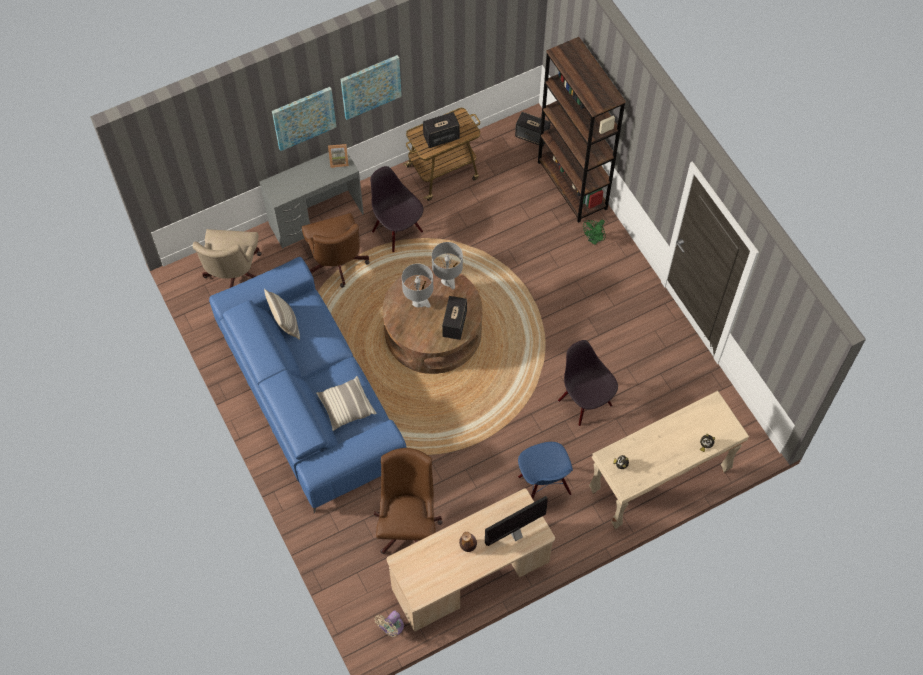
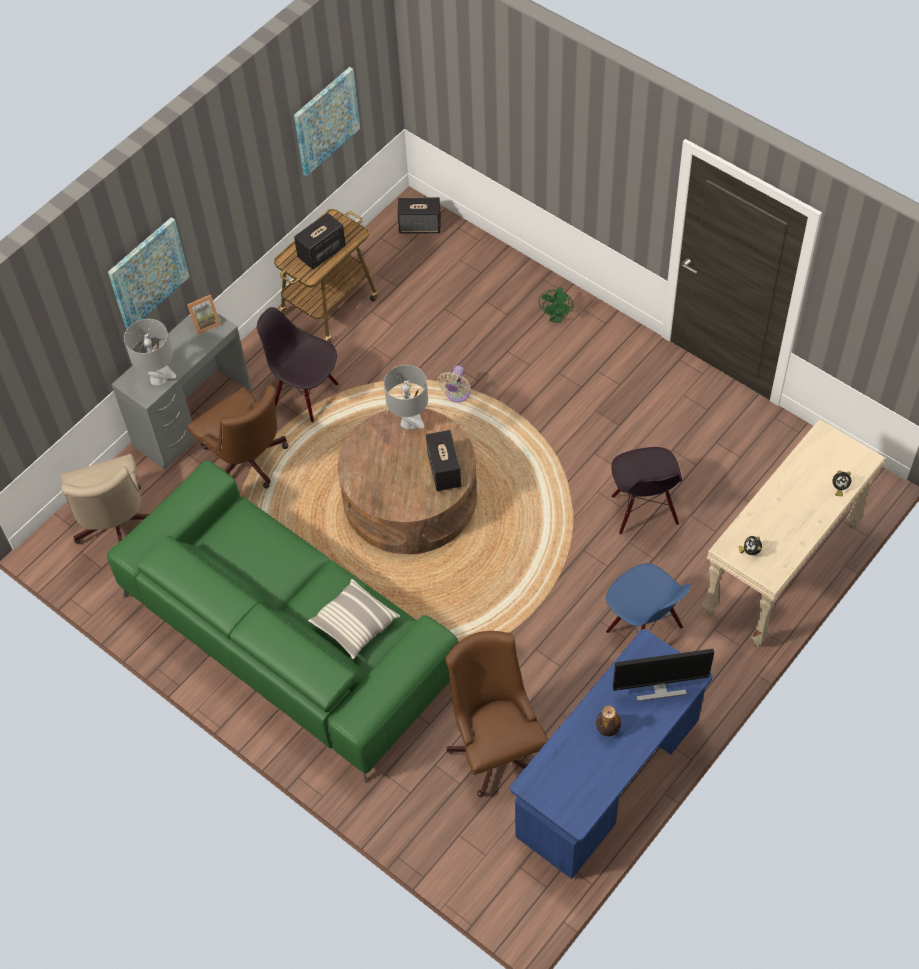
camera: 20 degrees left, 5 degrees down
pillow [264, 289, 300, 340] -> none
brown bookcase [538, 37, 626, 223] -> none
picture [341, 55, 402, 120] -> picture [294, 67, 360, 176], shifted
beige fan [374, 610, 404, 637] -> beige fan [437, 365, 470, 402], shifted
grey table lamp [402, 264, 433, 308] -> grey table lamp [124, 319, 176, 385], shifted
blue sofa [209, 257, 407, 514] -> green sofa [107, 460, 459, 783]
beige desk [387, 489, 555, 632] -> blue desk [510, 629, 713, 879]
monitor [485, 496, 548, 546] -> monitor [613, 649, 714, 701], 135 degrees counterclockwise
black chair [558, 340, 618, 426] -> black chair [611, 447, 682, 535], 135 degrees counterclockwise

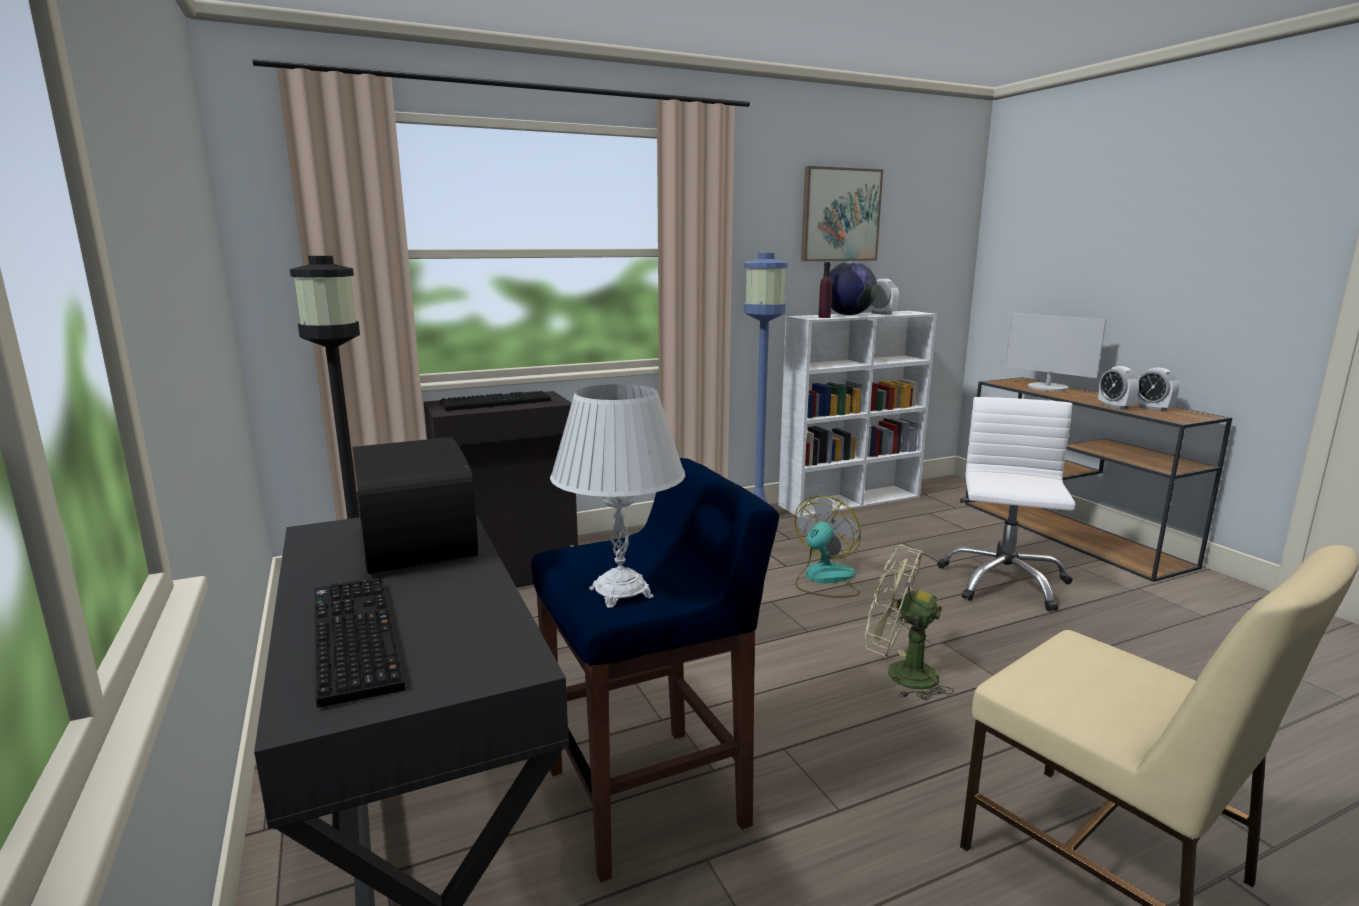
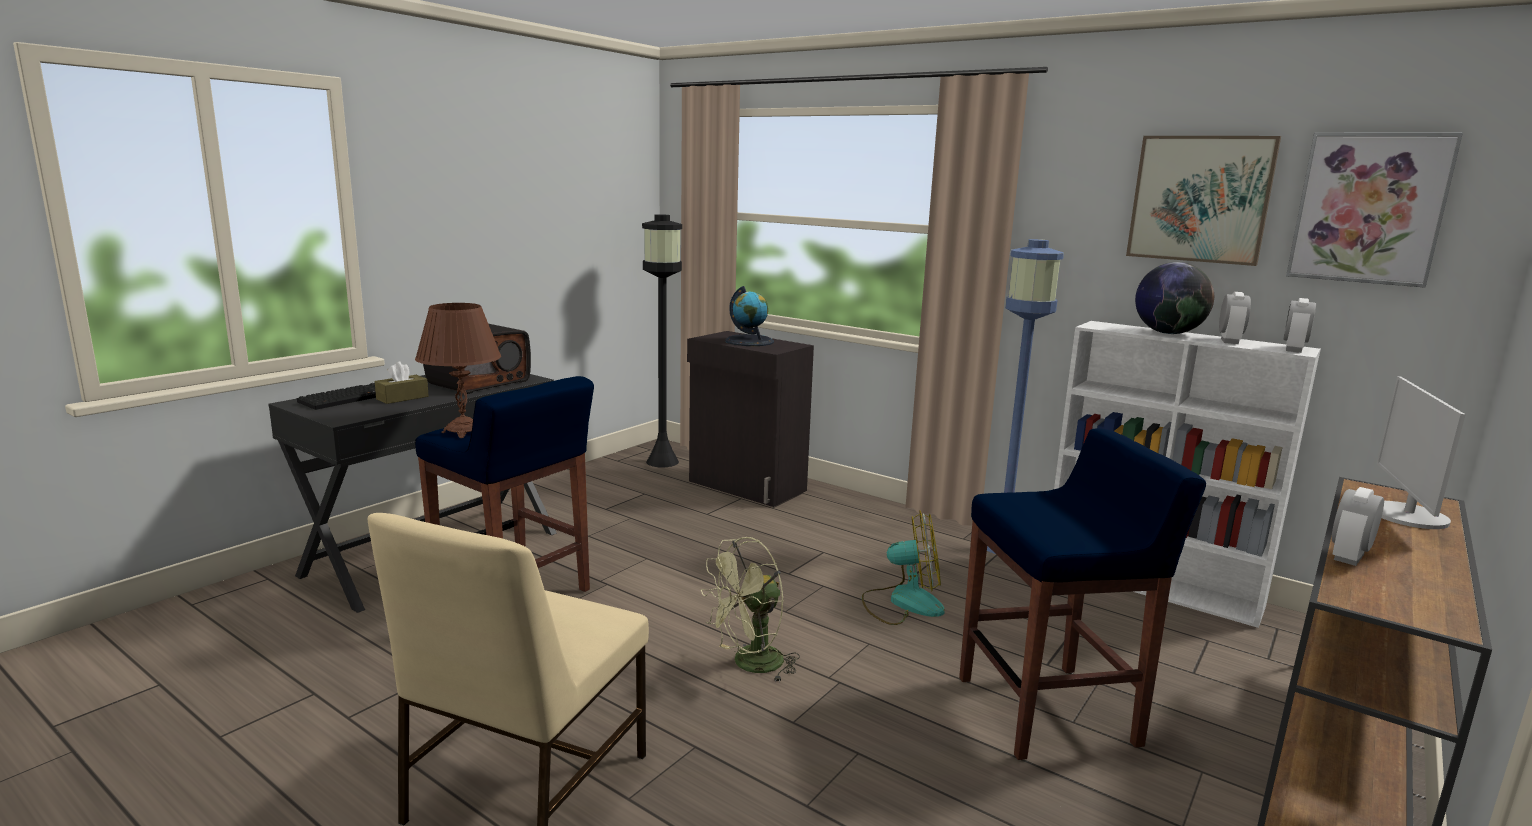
camera: 60 degrees right, 0 degrees up
purple bottle [818, 262, 832, 318] -> none
none -> brown tissue box [375, 361, 429, 404]
none -> picture [1286, 133, 1463, 288]
alarm clock [1136, 367, 1179, 412] -> alarm clock [1283, 298, 1316, 353], shifted
keyboard [440, 391, 551, 411] -> globe [725, 286, 774, 346]
white office chair [937, 397, 1076, 612] -> blue stool [959, 428, 1206, 760]
white table lamp [550, 384, 685, 608] -> brown table lamp [415, 303, 501, 438]
green fan [864, 545, 954, 700] -> green fan [701, 537, 800, 683], 120 degrees counterclockwise

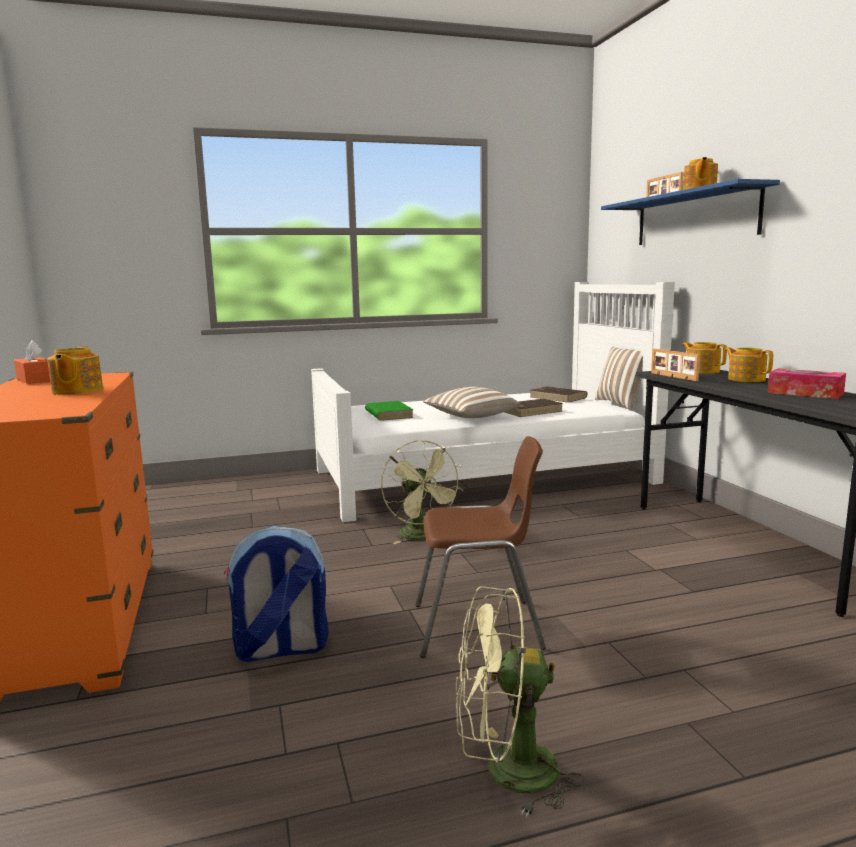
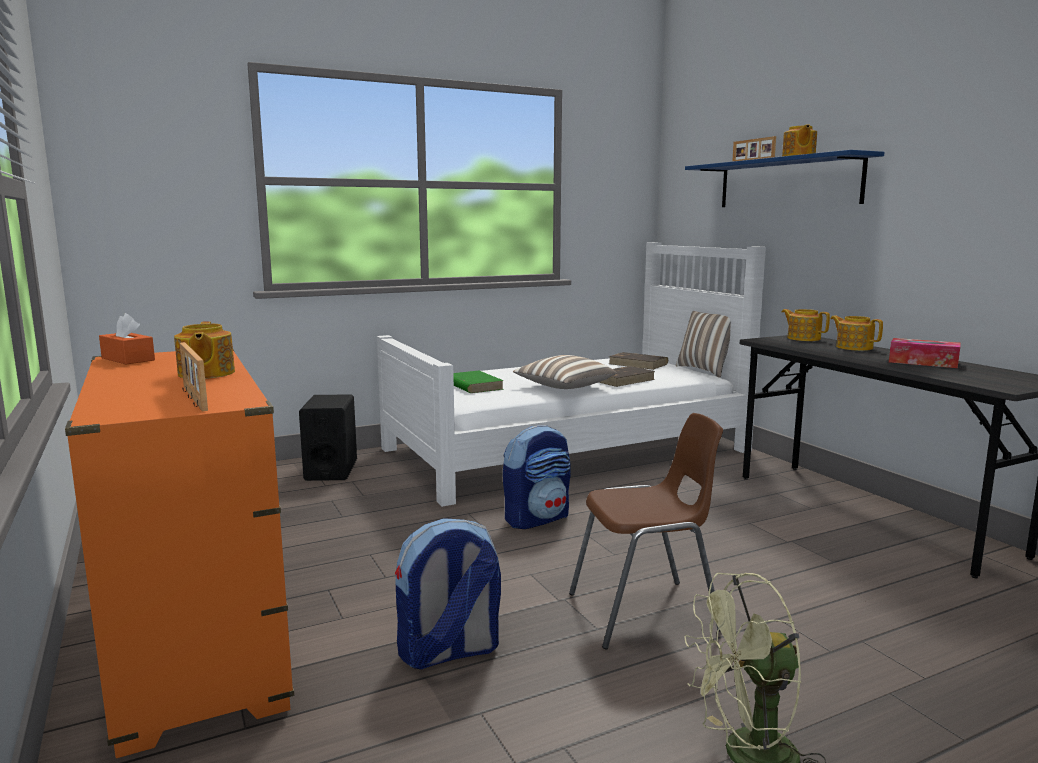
camera: 10 degrees left, 0 degrees up
none -> black speaker [299, 395, 357, 481]
picture frame [651, 348, 700, 381] -> picture frame [179, 342, 208, 411], shifted
green fan [381, 440, 463, 544] -> backpack [503, 425, 571, 529]

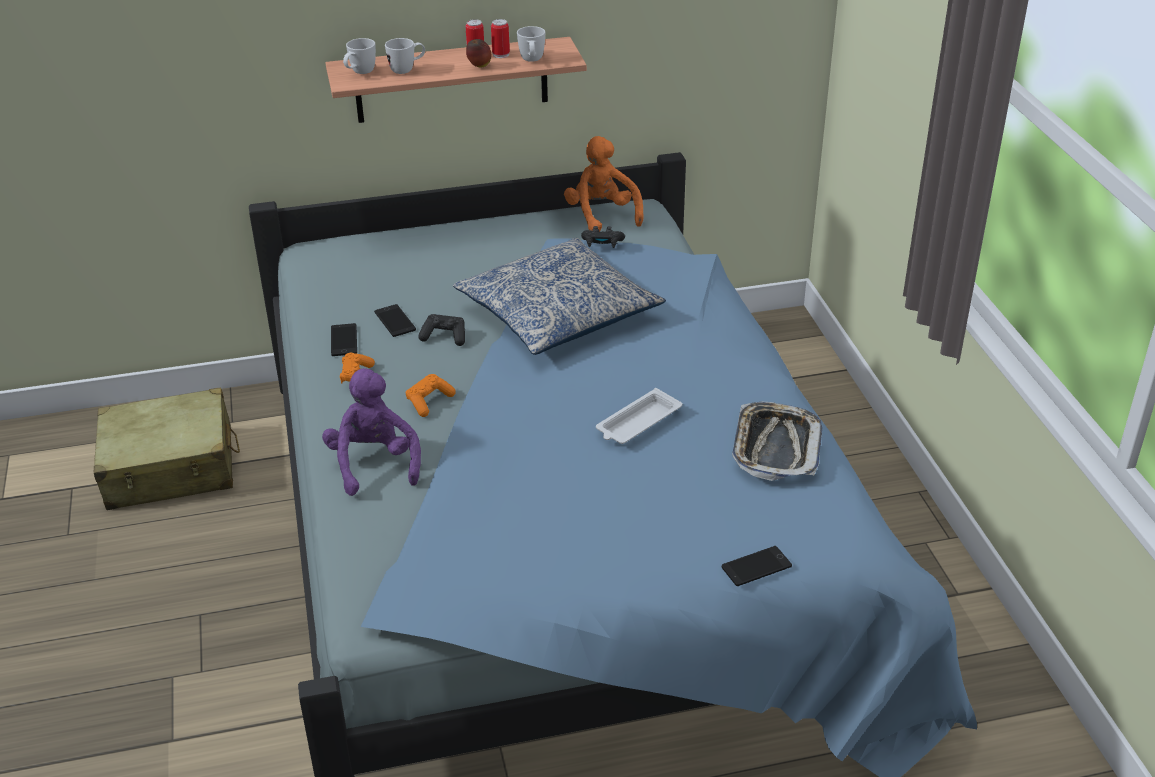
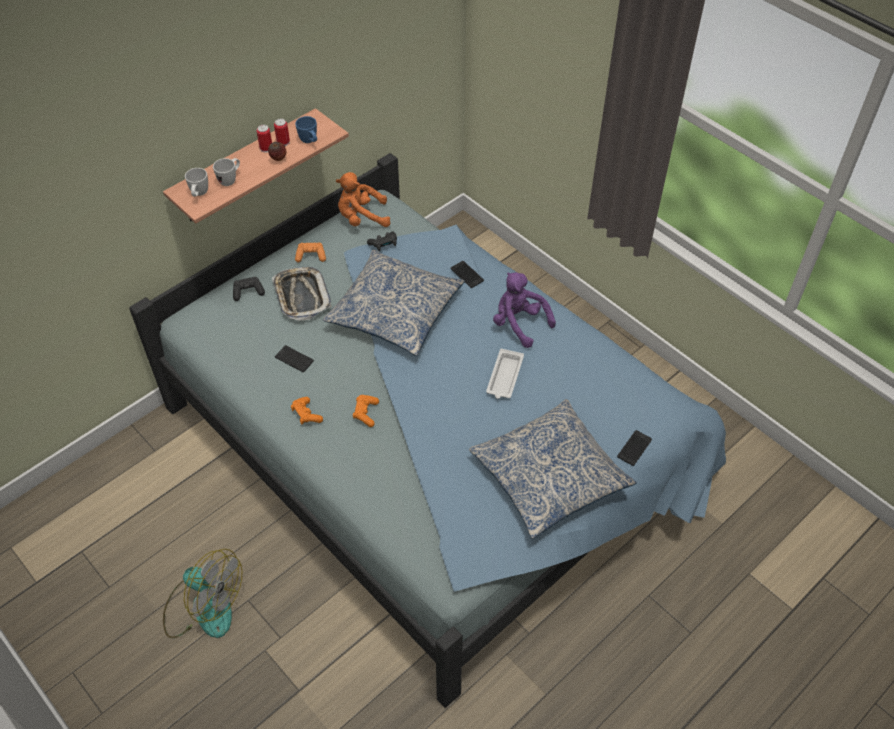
camera: 30 degrees left, 15 degrees up
beige suitcase [94, 388, 240, 510] -> none
none -> fan [163, 549, 242, 638]
none -> orange game controller [295, 242, 326, 262]
none -> pillow [469, 399, 637, 539]
purple plush toy [322, 368, 421, 496] -> purple plush toy [493, 272, 556, 348], shifted
phone [331, 323, 357, 356] -> phone [451, 261, 484, 288], shifted
black game controller [418, 314, 465, 346] -> black game controller [233, 277, 265, 301], shifted
tray [732, 402, 822, 481] -> tray [272, 267, 331, 321], shifted
white mug [517, 26, 545, 62] -> blue mug [295, 116, 317, 143]
orange plush toy [564, 136, 644, 232] -> orange plush toy [336, 172, 390, 227], 45 degrees counterclockwise

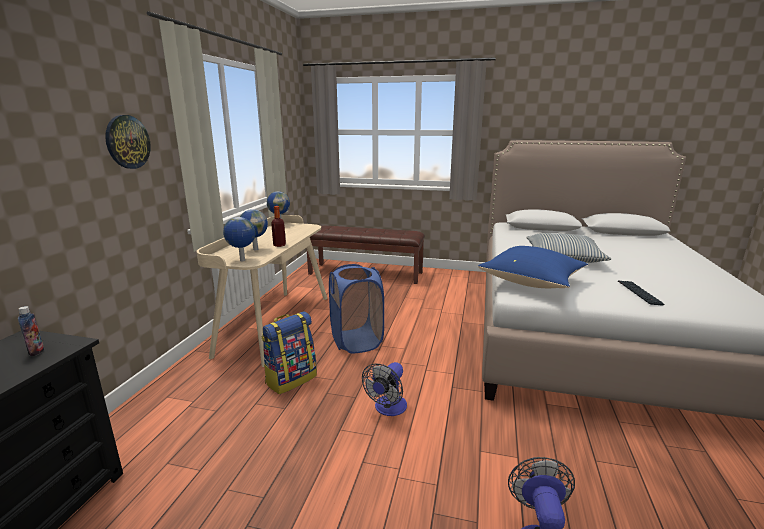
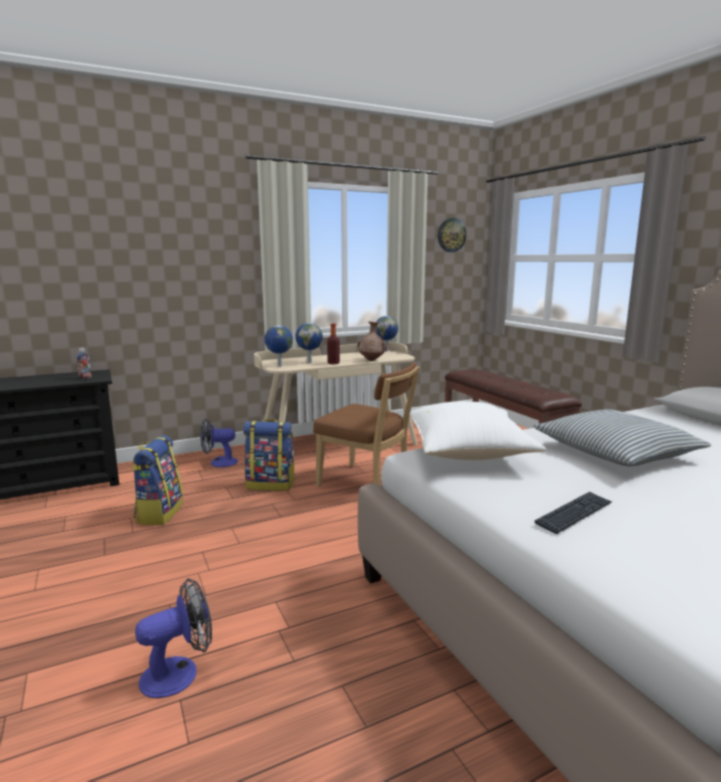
camera: 50 degrees right, 5 degrees down
none -> backpack [131, 435, 183, 525]
none -> brown vase [357, 322, 387, 361]
wall clock [105, 115, 151, 169] -> wall clock [438, 218, 466, 252], shifted
fan [362, 362, 407, 416] -> fan [200, 418, 238, 467], shifted
blue laundry basket [329, 264, 384, 353] -> brown chair [313, 362, 420, 487]
blue pillow [478, 246, 588, 288] -> white pillow [409, 401, 546, 460]

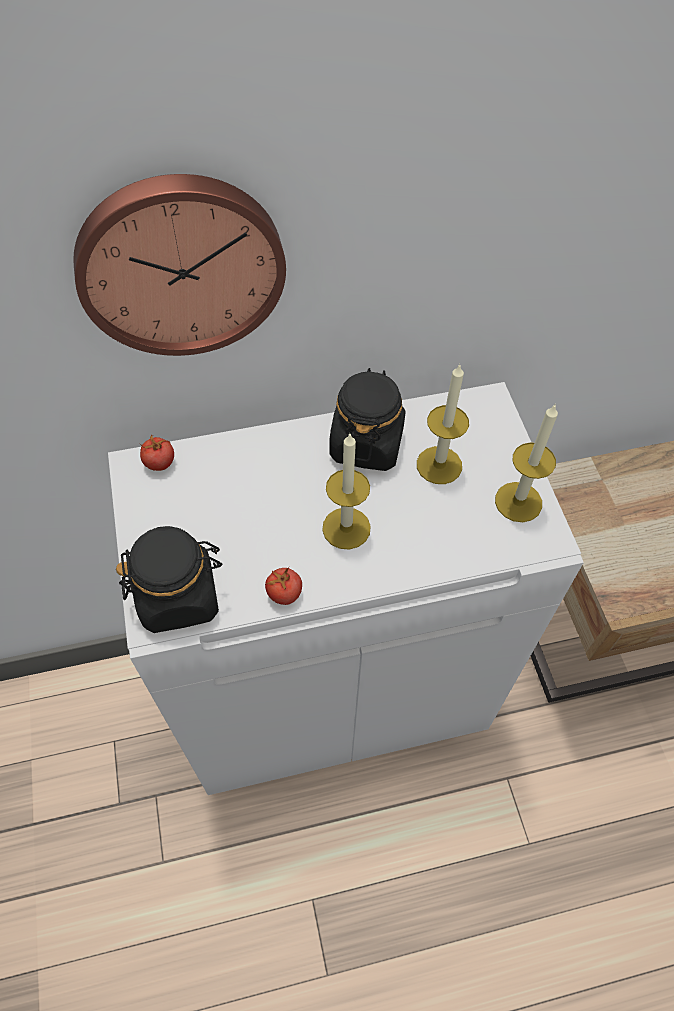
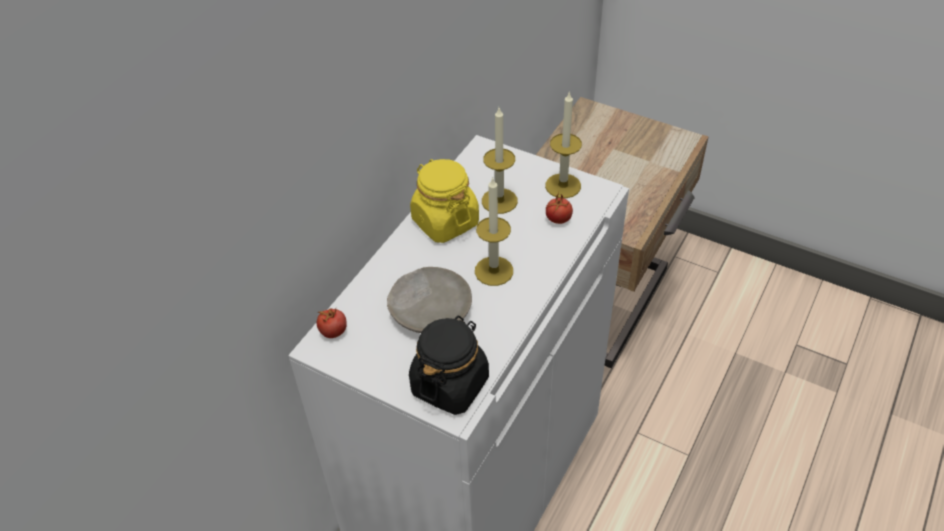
camera: 45 degrees left, 10 degrees down
wall clock [73, 174, 286, 356] -> none
none -> beige plate [387, 267, 472, 333]
tomato [265, 567, 302, 605] -> tomato [546, 192, 573, 224], shifted
black jar [329, 368, 405, 471] -> yellow jar [410, 159, 479, 243]

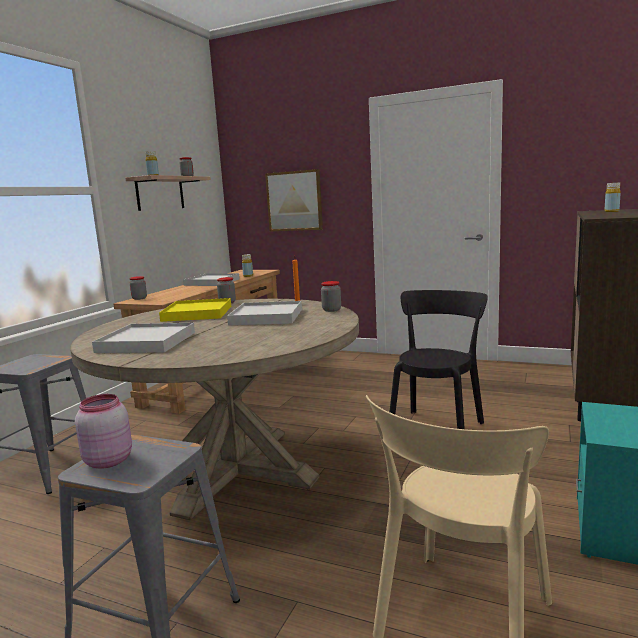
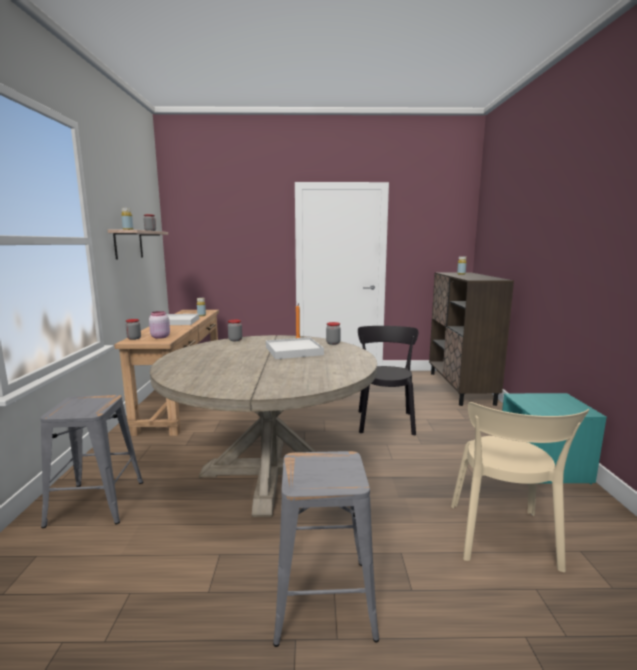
camera: 25 degrees left, 0 degrees up
white tray [92, 323, 195, 353] -> none
yellow tray [159, 298, 231, 322] -> none
picture [265, 169, 323, 232] -> none
pink jar [75, 394, 132, 469] -> pink jar [149, 311, 170, 339], shifted

